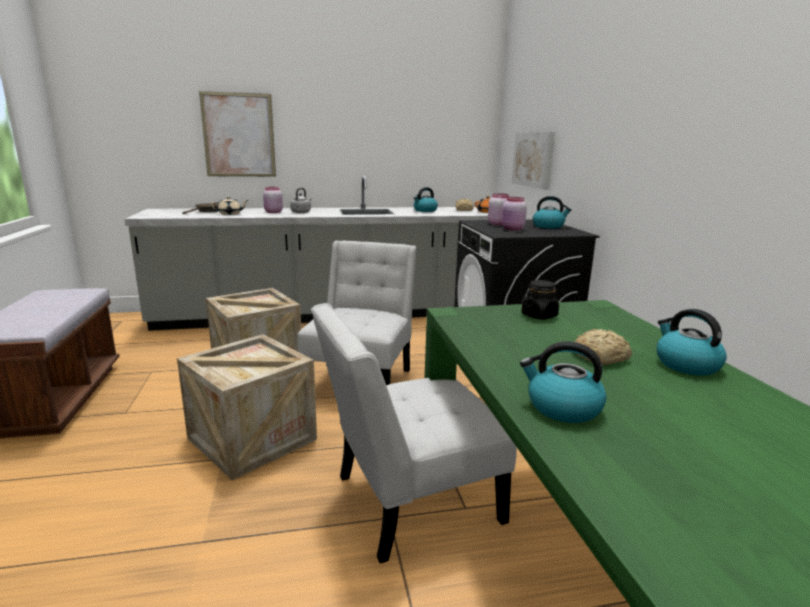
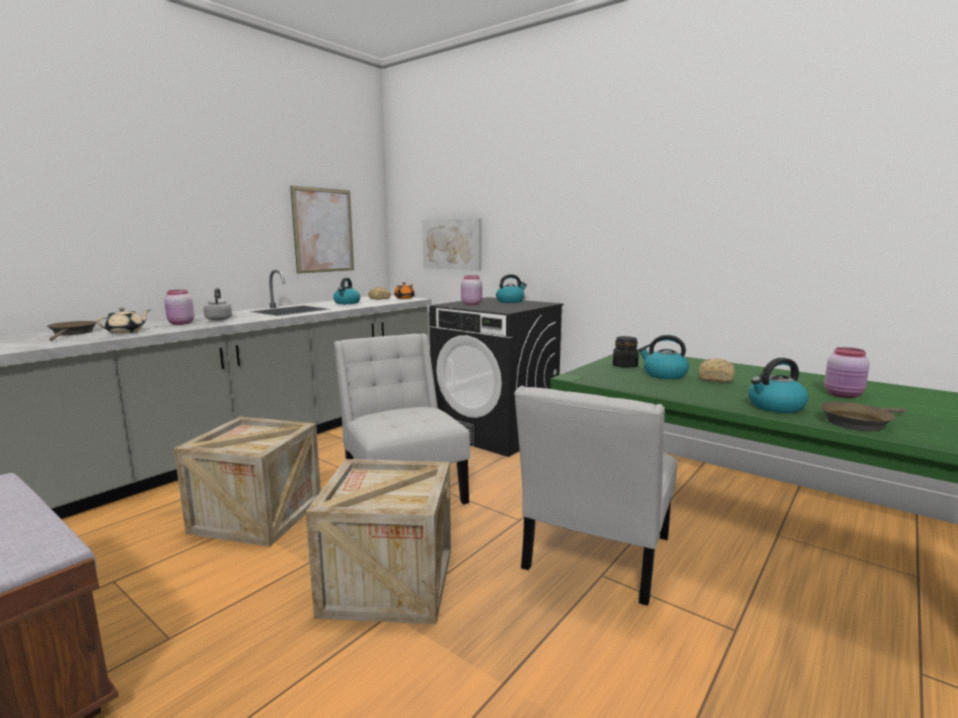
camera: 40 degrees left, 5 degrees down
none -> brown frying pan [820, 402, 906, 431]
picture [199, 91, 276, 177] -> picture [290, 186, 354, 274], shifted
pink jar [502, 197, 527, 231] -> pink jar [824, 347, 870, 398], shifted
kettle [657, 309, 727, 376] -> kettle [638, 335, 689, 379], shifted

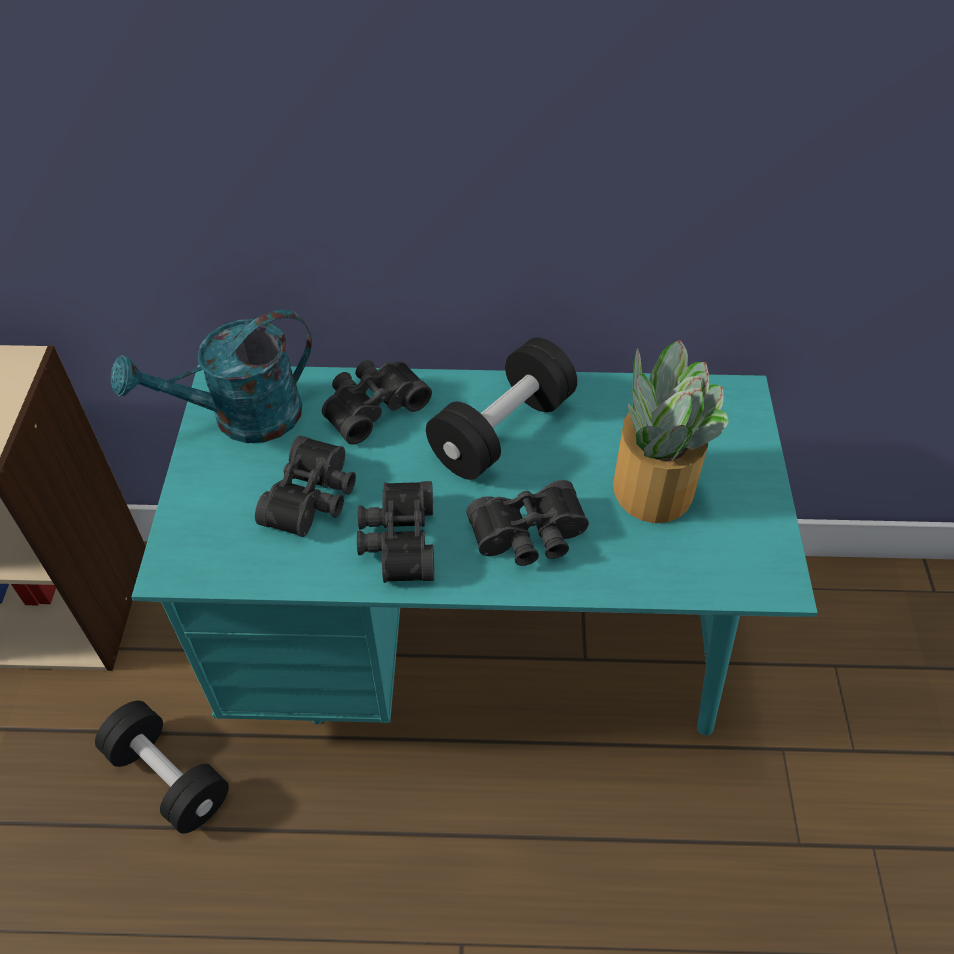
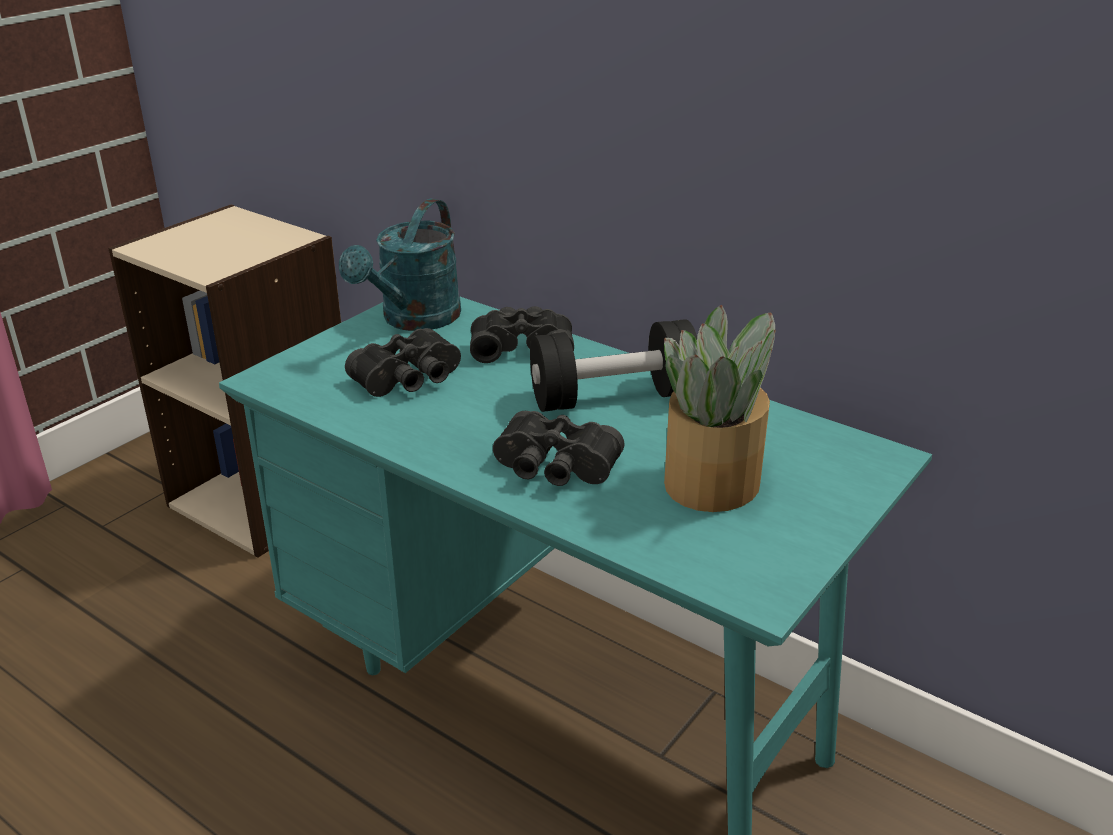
camera: 35 degrees right, 20 degrees down
black dumbbell [95, 701, 229, 834] -> none
black binoculars [357, 481, 434, 583] -> none
turquoise watering can [110, 310, 312, 443] -> turquoise watering can [339, 198, 461, 331], 75 degrees counterclockwise

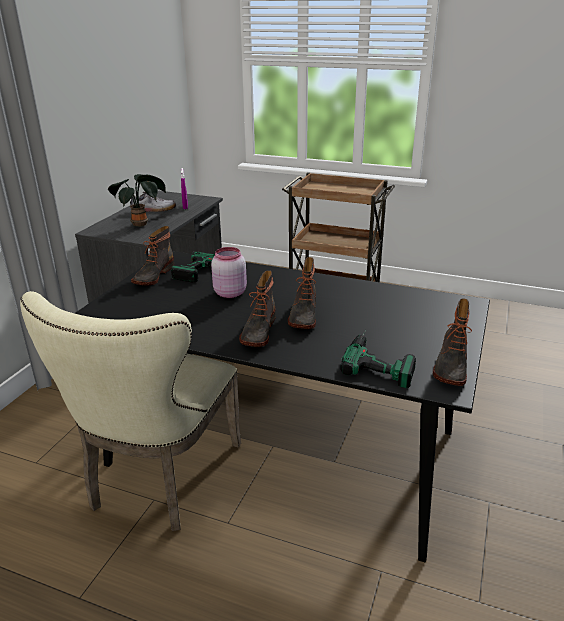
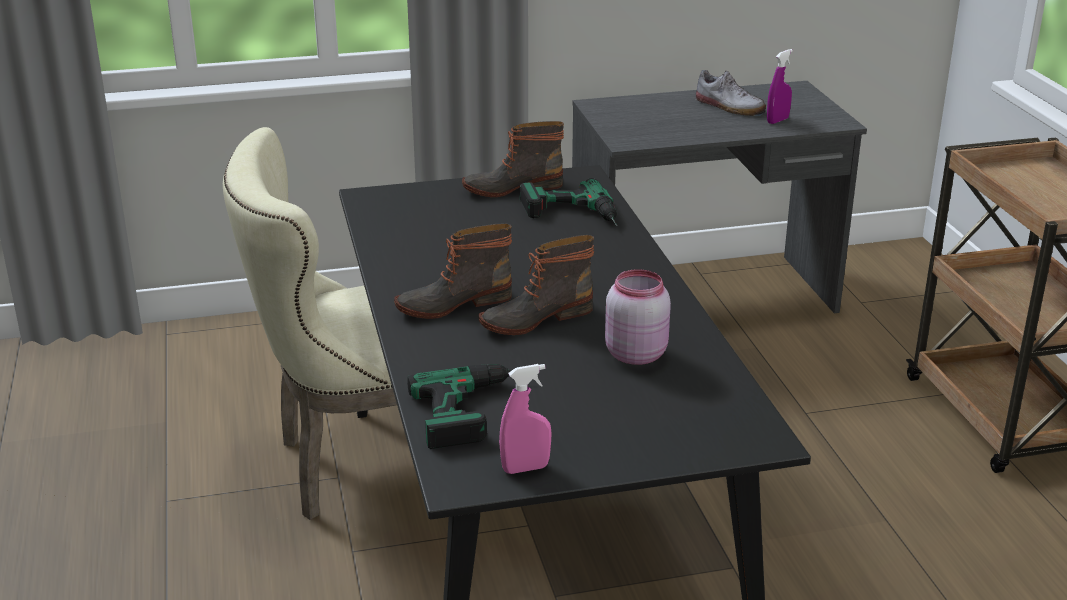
camera: 55 degrees right, 0 degrees up
potted plant [108, 174, 166, 227] -> none
pink jar [211, 247, 247, 298] -> pink jar [605, 269, 671, 365], shifted
boot [433, 299, 472, 386] -> pink spray bottle [499, 364, 551, 474]

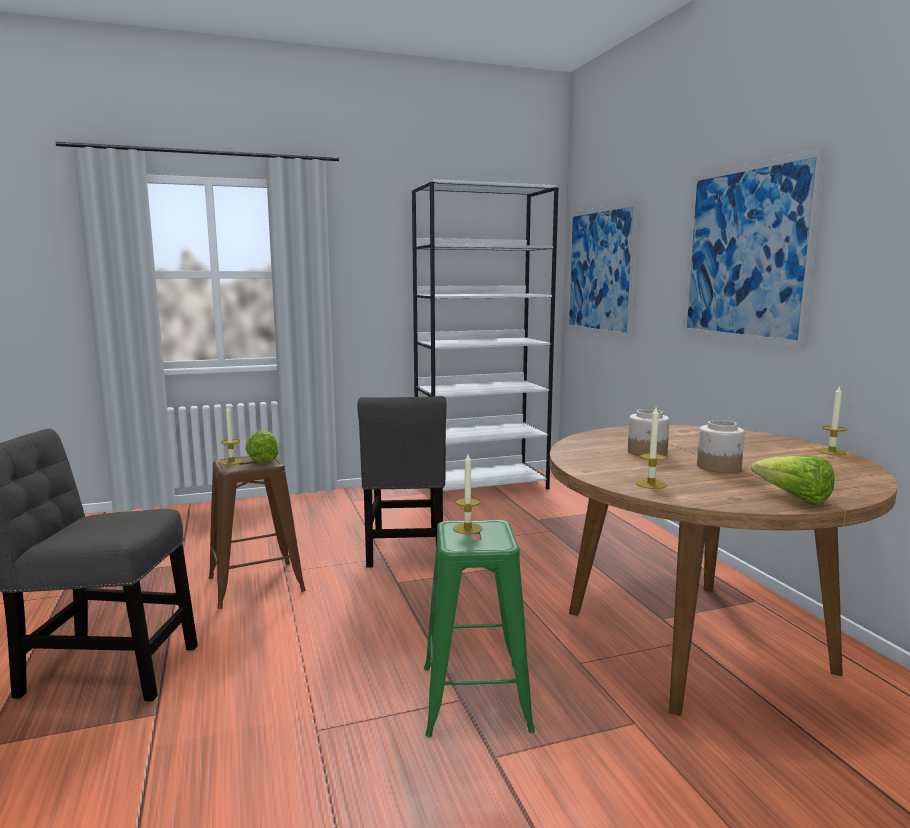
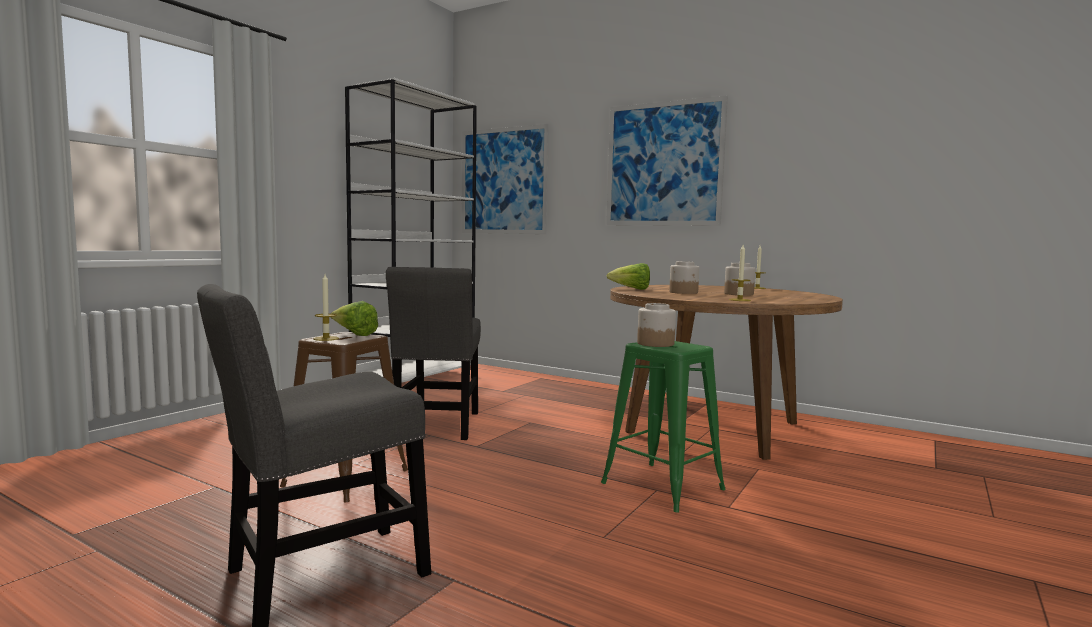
camera: 40 degrees left, 5 degrees down
lettuce [751, 456, 834, 505] -> lettuce [606, 263, 650, 290], shifted
candle [453, 454, 482, 534] -> jar [637, 303, 676, 347]
grey chair [357, 396, 446, 567] -> grey chair [386, 267, 481, 440], 45 degrees clockwise

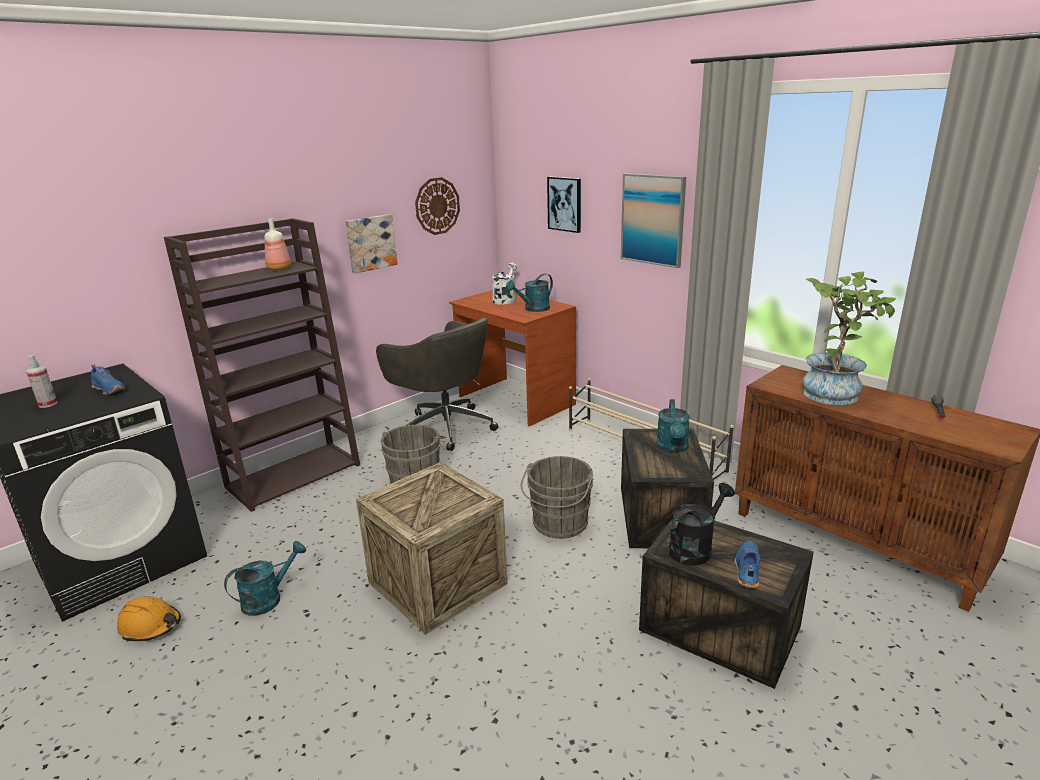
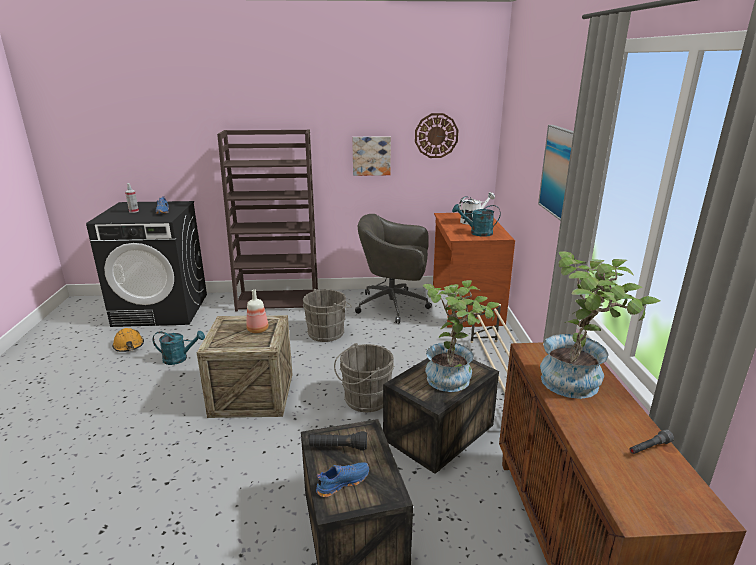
camera: 40 degrees right, 0 degrees up
picture [547, 176, 581, 233] -> none
bottle [264, 219, 291, 270] -> bottle [246, 289, 268, 333], shifted
turquoise watering can [657, 399, 690, 453] -> potted plant [422, 280, 499, 392]
black watering can [669, 483, 735, 565] -> black flashlight [309, 431, 367, 450]
grey office chair [376, 318, 498, 451] -> grey office chair [355, 214, 432, 323], 105 degrees clockwise

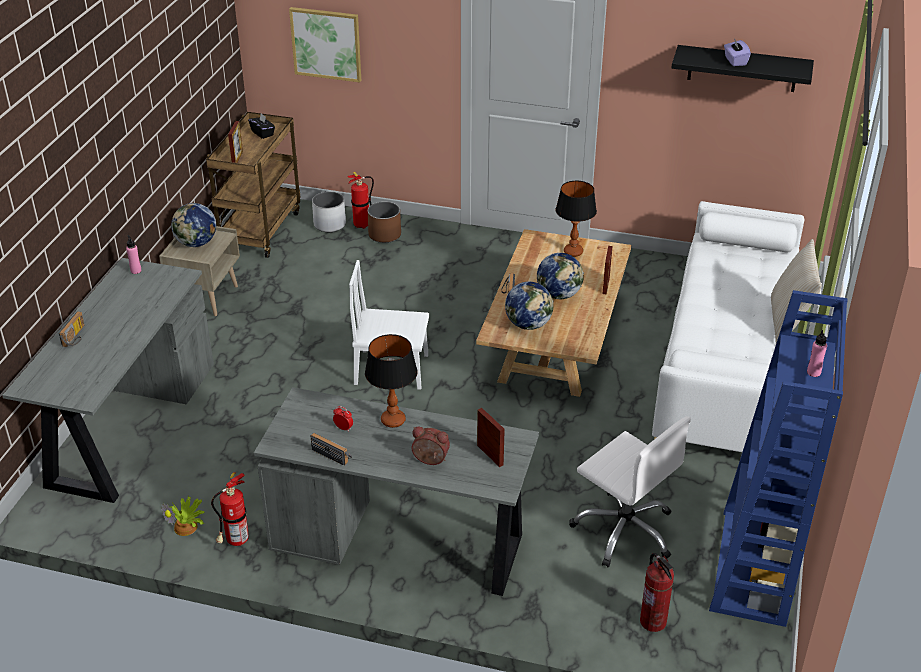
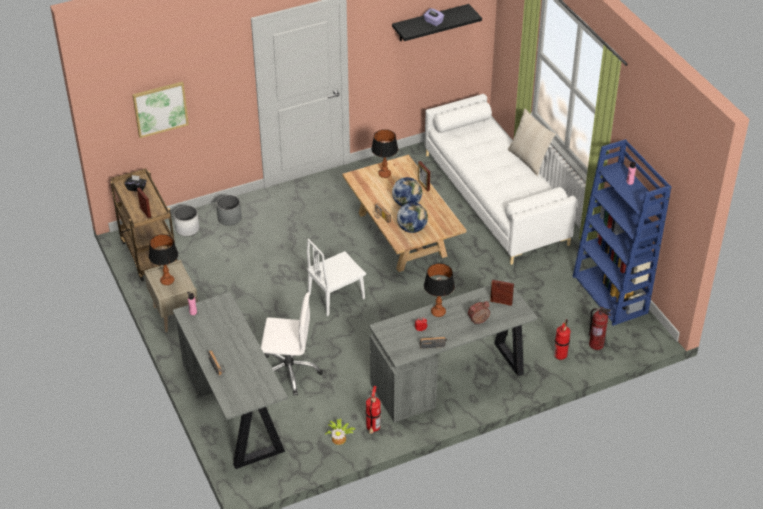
camera: 40 degrees left, 5 degrees up
fire extinguisher [347, 172, 374, 229] -> fire extinguisher [554, 319, 570, 360], shifted
white office chair [569, 416, 691, 567] -> white office chair [261, 292, 323, 396], shifted
globe [171, 203, 216, 247] -> table lamp [149, 234, 178, 285]
brown planter [368, 202, 401, 243] -> grey planter [216, 195, 242, 226]

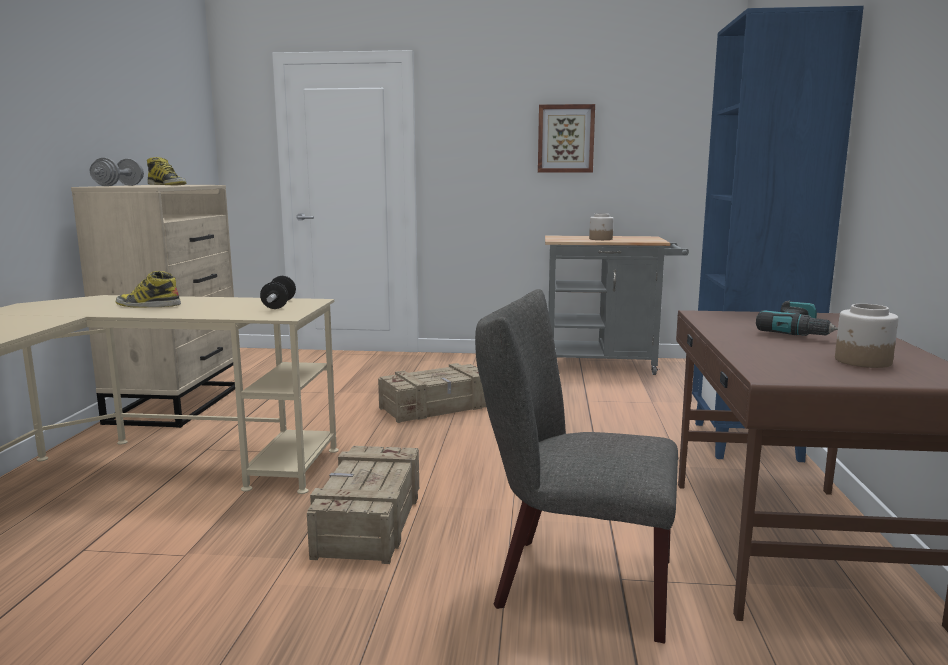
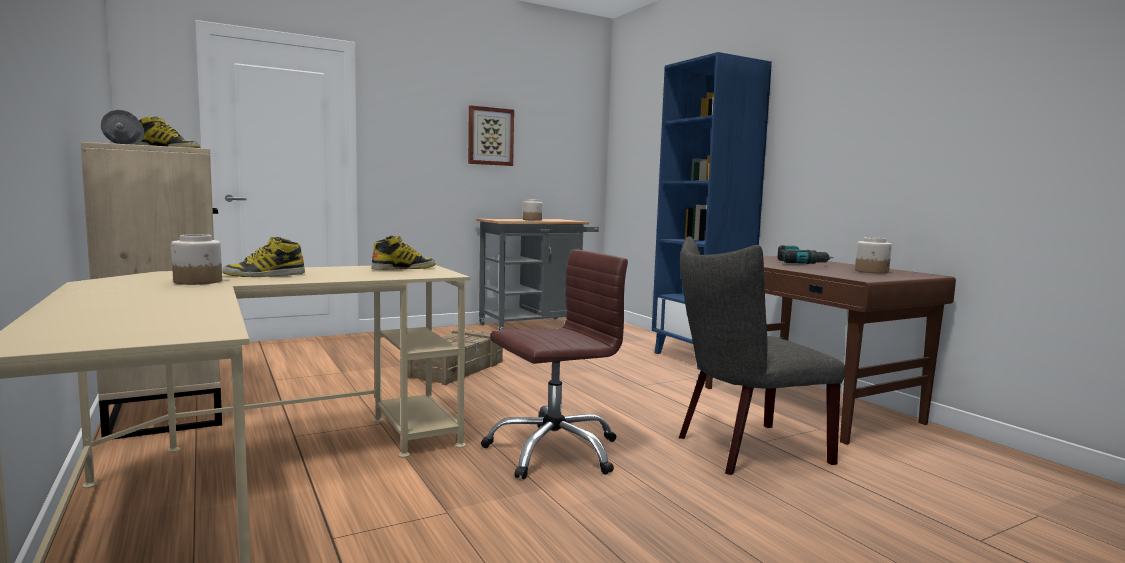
camera: 35 degrees left, 5 degrees down
none -> jar [171, 234, 222, 285]
dumbbell [260, 276, 296, 309] -> boot [371, 235, 436, 270]
crate [307, 446, 419, 564] -> brown office chair [481, 249, 628, 479]

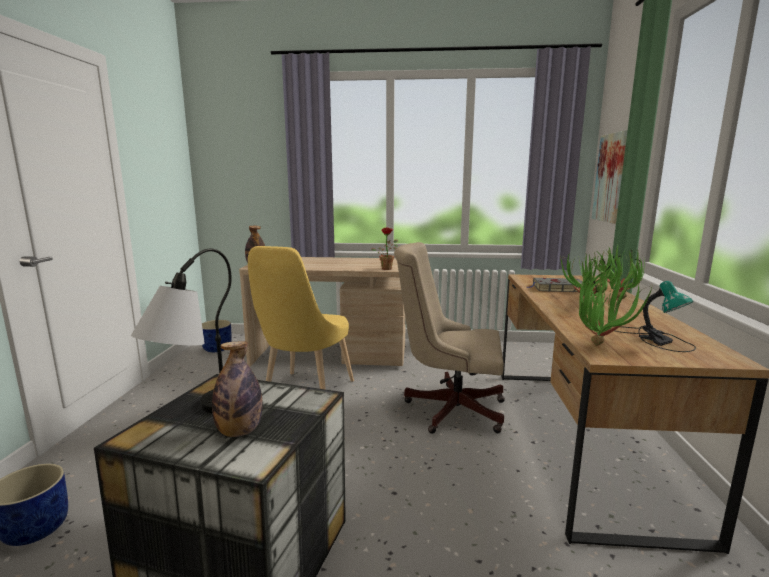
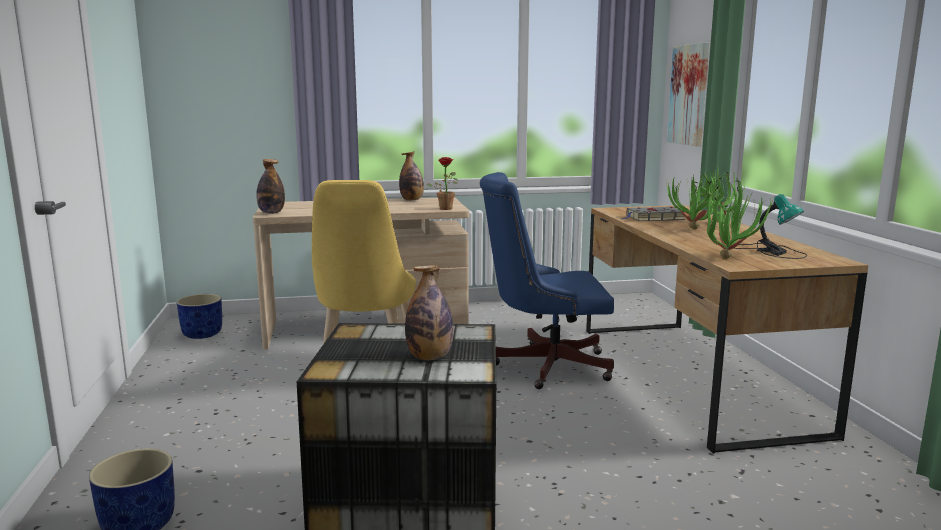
camera: 15 degrees left, 0 degrees up
table lamp [131, 248, 232, 413] -> none
none -> bottle [399, 152, 424, 200]
beige office chair [394, 242, 505, 434] -> blue office chair [480, 172, 614, 389]

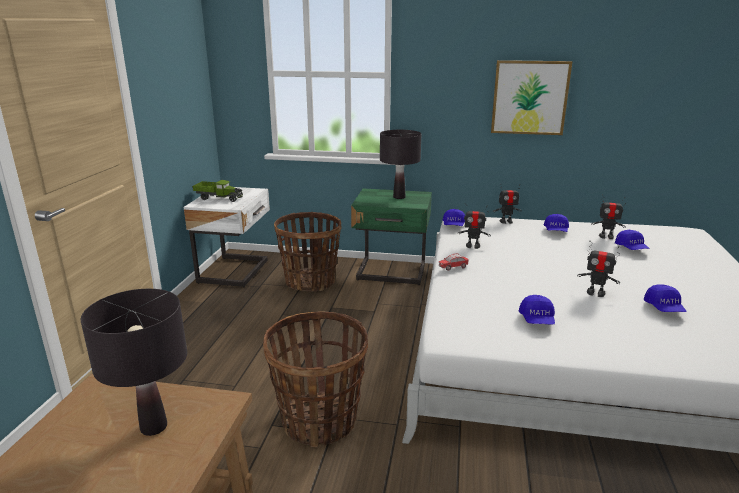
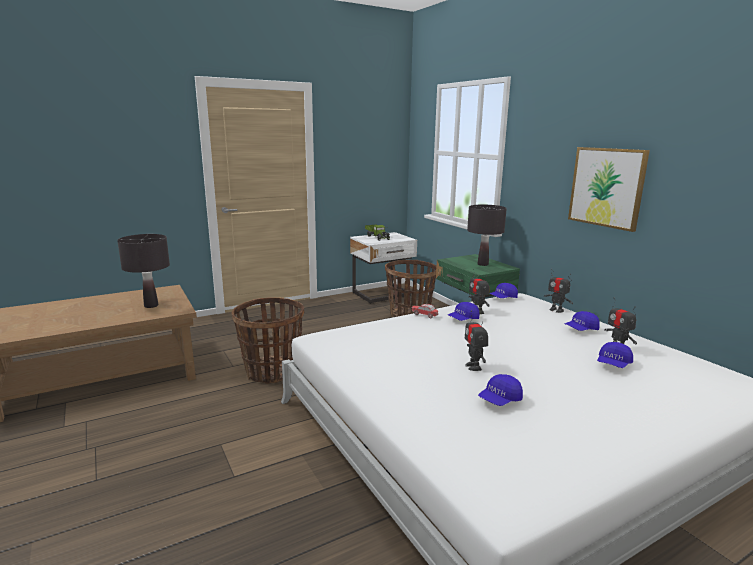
camera: 50 degrees right, 5 degrees down
blue cap [519, 295, 555, 325] -> blue cap [448, 302, 479, 321], shifted

